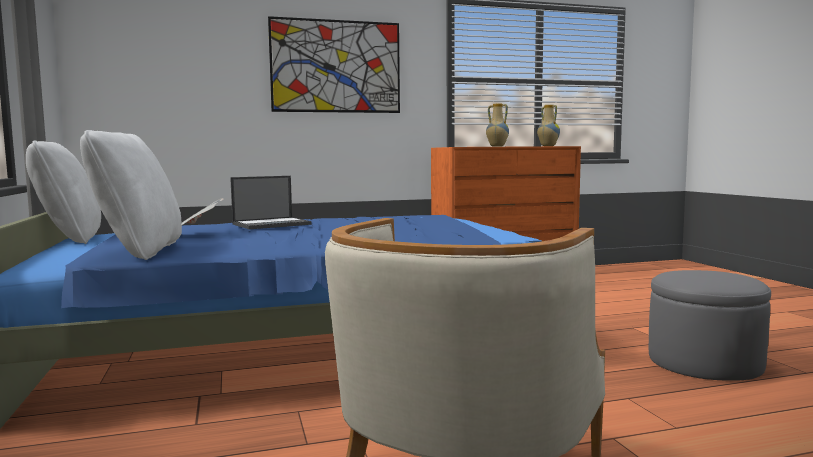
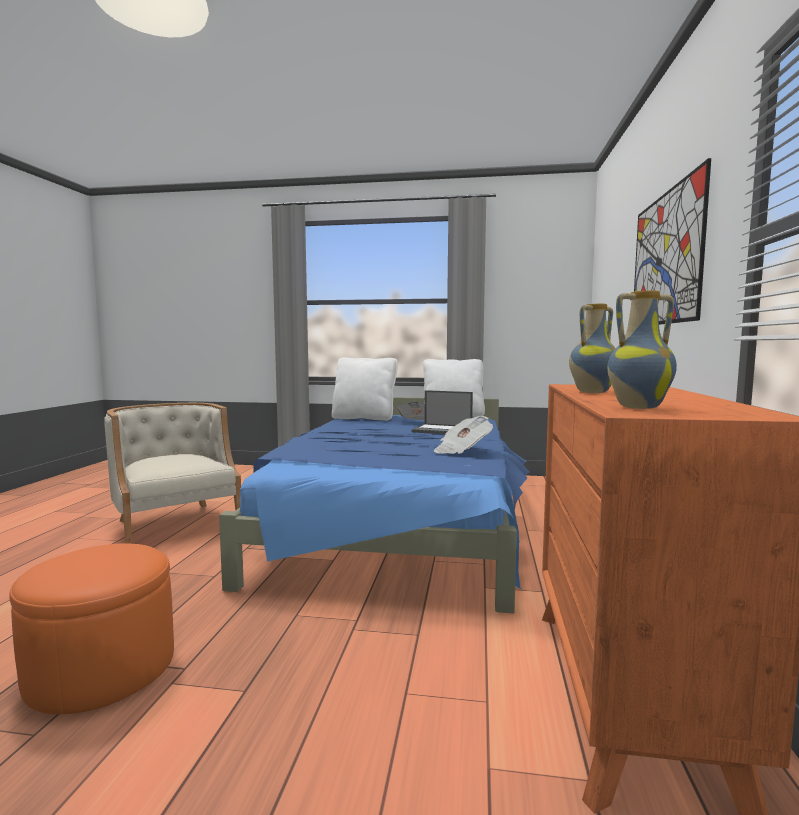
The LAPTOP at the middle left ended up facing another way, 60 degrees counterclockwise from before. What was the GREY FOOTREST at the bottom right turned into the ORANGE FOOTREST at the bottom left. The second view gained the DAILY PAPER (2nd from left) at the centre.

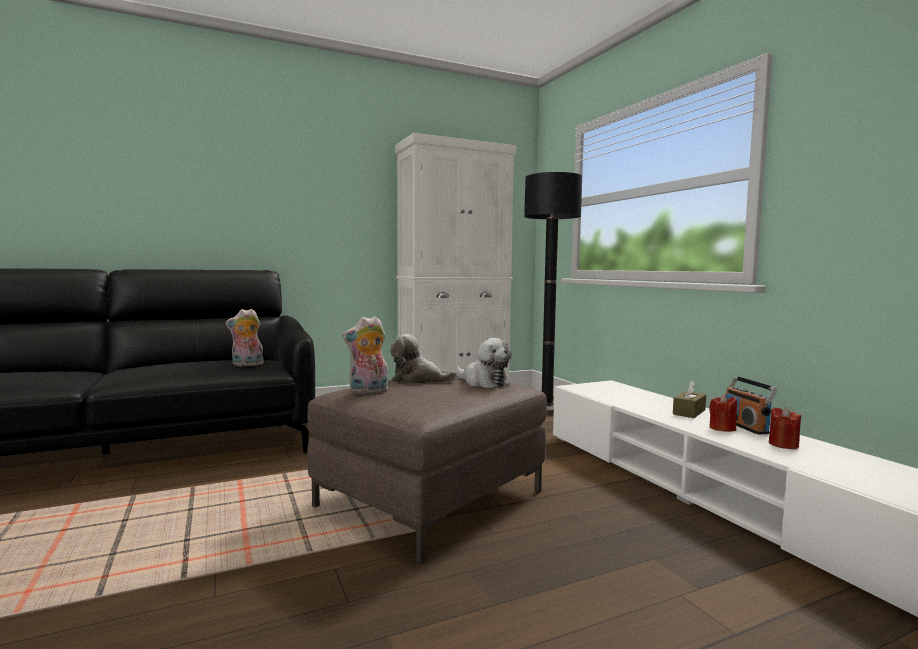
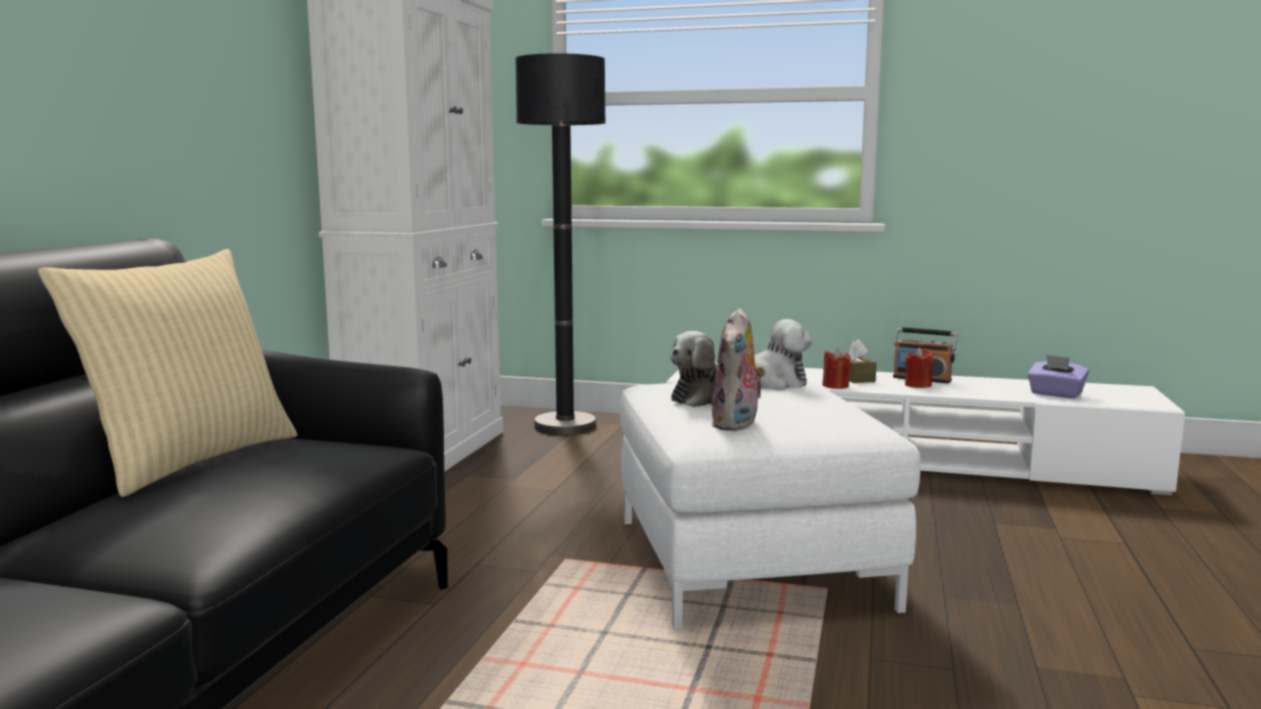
The second view lost the CUDDLY TOY (1st from left) at the middle left. What was the BROWN FOOTREST at the bottom centre turned into the WHITE-COLOURED FOOTREST at the bottom centre. The REDDISH CANDLE (2nd from left in the first image) ended up elsewhere, having gone from the middle right to the centre. The second view gained the BEIGE-COLOURED PILLOW at the middle left. The second view gained the PURPLISH BOX OF TISSUES at the middle right.

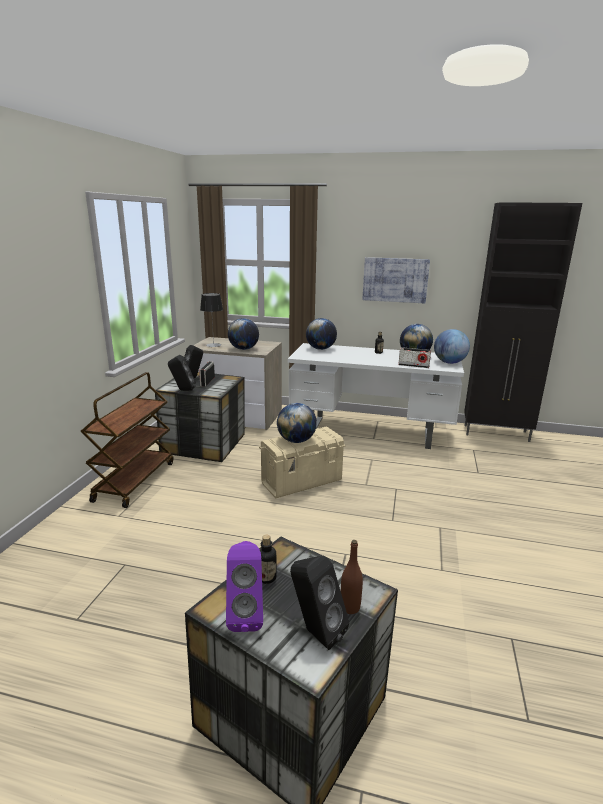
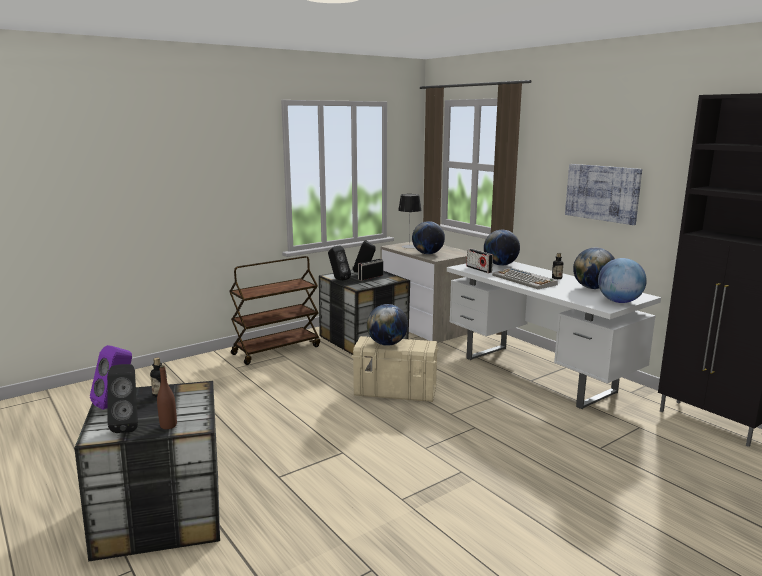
The RADIO (2nd from left) ended up elsewhere, having gone from the middle right to the centre. The second view gained the PC KEYBOARD at the middle right.

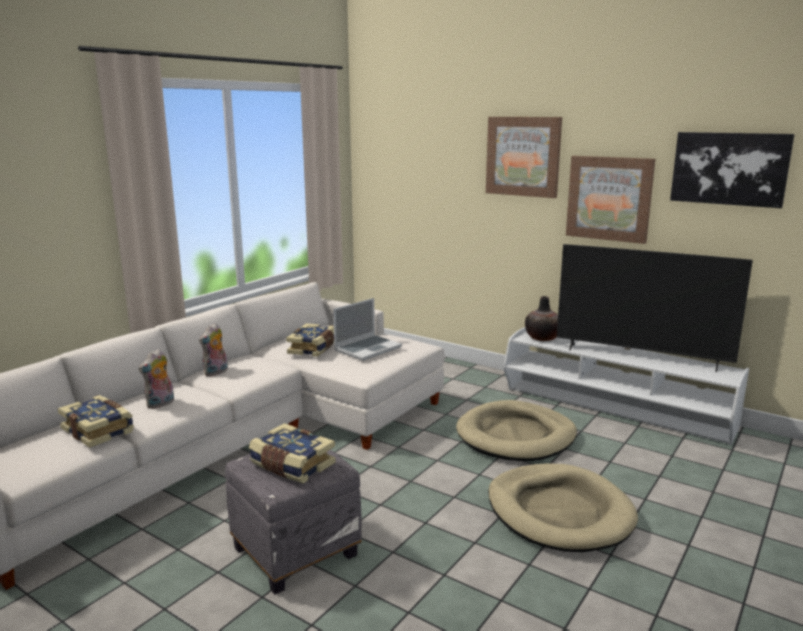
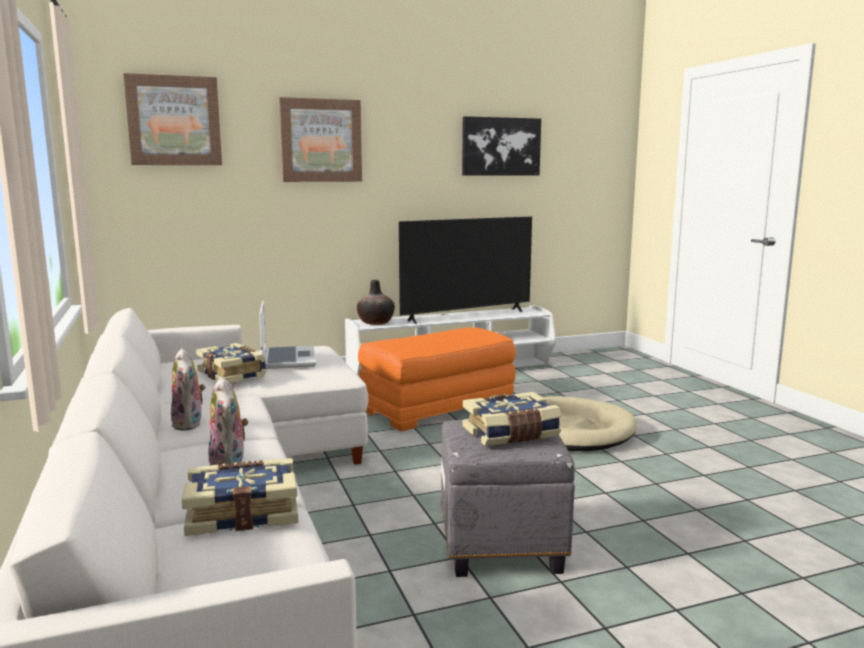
The WALL ART (2nd from left in the first image) ended up elsewhere, having gone from the top right to the top left. Where the BEIGE-COLOURED PET BED (1st from left) stood at the bottom centre, the ORANGE FOOTREST came to stand at the centre.

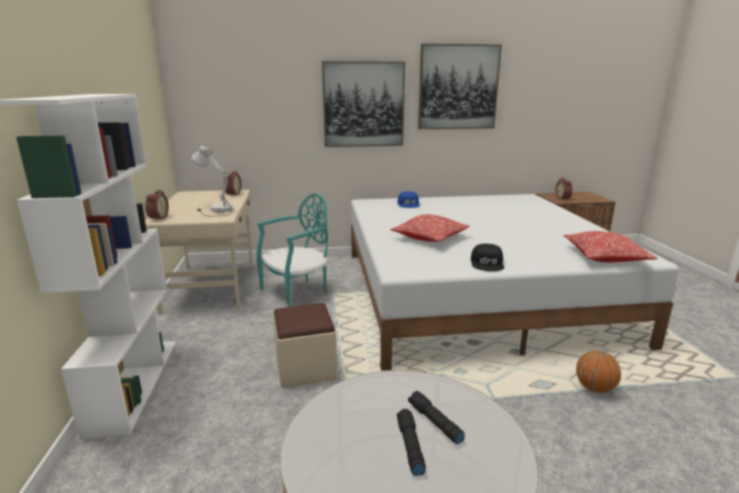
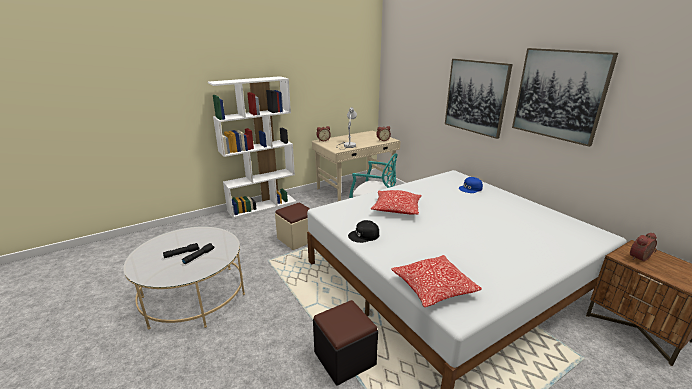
Where the BALL FOR BASKETBALL stood at the bottom right, the BLACKISH FOOTREST came to stand at the bottom centre.

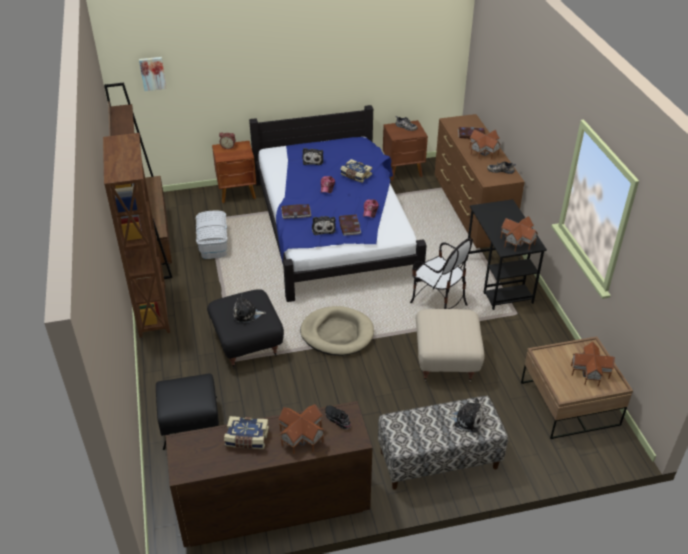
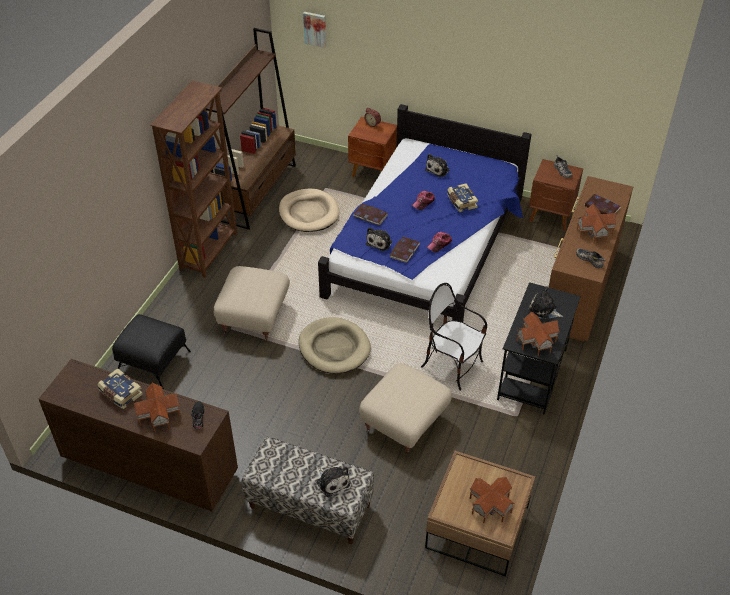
Where the WHITE-COLOURED STORAGE BOX stood at the middle left, the BEIGE-COLOURED PET BED (1st from left) came to stand at the centre. The UPRIGHT CHAIR at the centre ended up facing another way, 135 degrees clockwise from before. What was the BLACKISH FOOTREST (2nd from left) at the centre turned into the BEIGE-COLOURED FOOTREST (1st from left) at the centre. The CUDDLY TOY (1st from left in the first image) ended up elsewhere, having gone from the centre to the middle right.

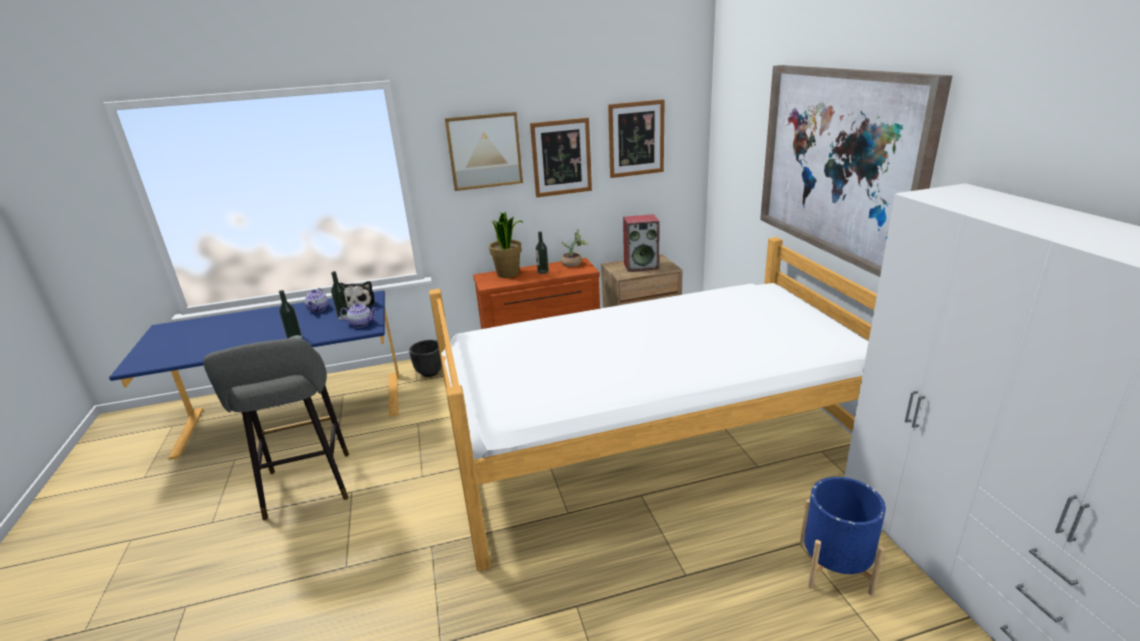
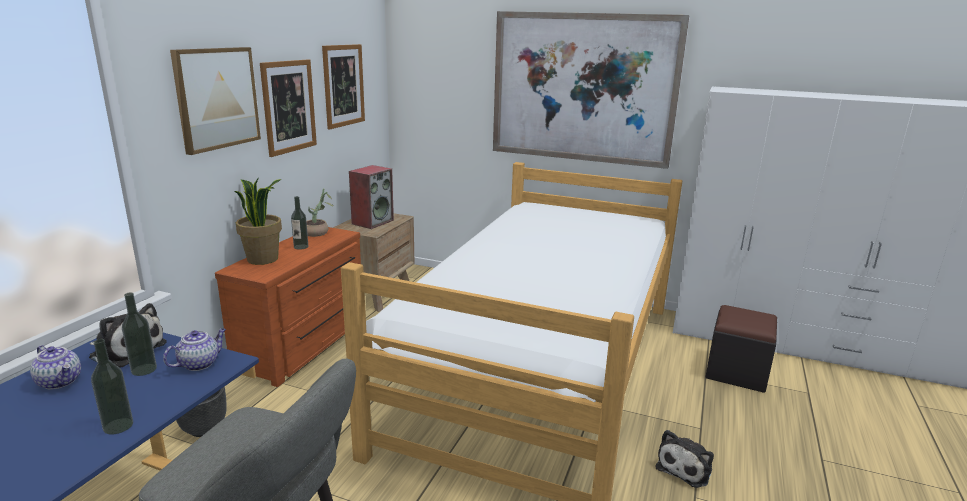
Where the BLUISH PLANT POT stood at the bottom right, the BLACKISH FOOTREST came to stand at the bottom right. The second view gained the CUDDLY TOY (2nd from left) at the bottom right.

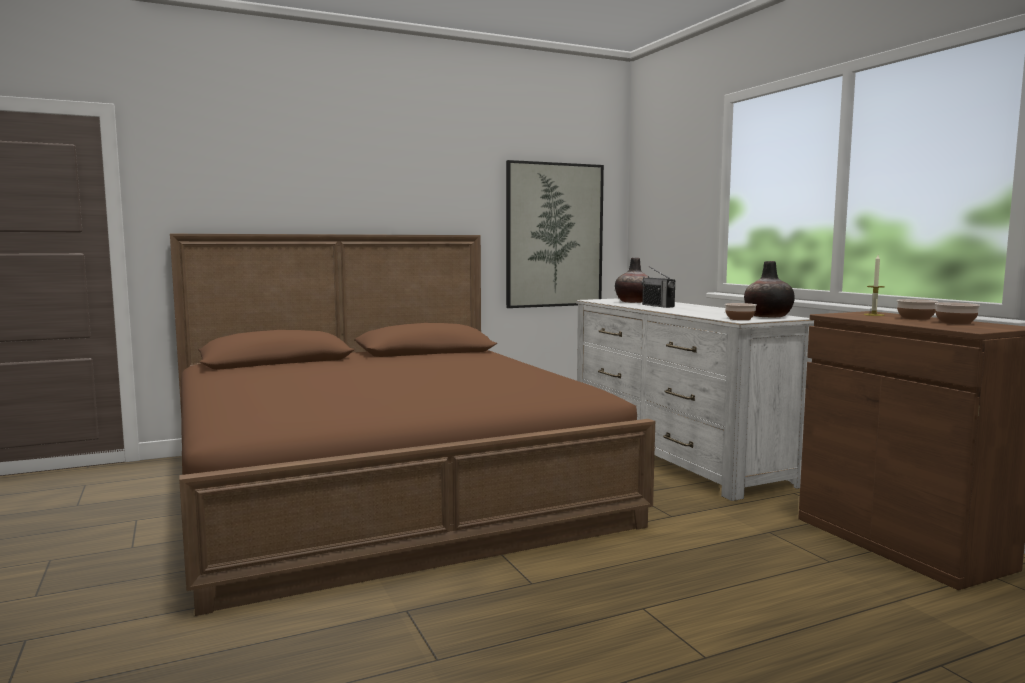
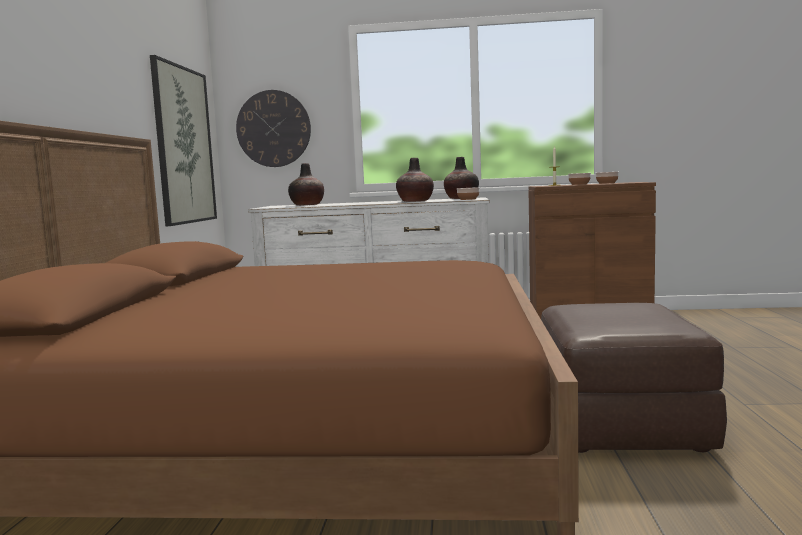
The second view lost the RADIO at the centre. The second view gained the HANGING CLOCK at the top centre. The second view gained the FLOWER VASE (2nd from left) at the centre. The second view gained the BROWN FOOTREST at the bottom right.

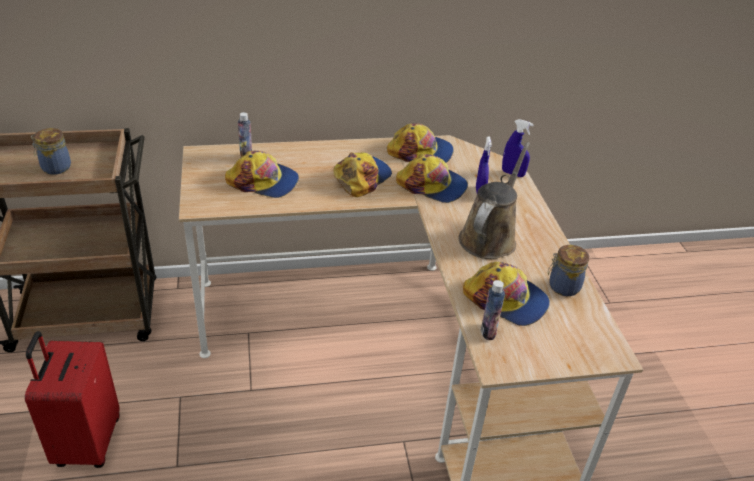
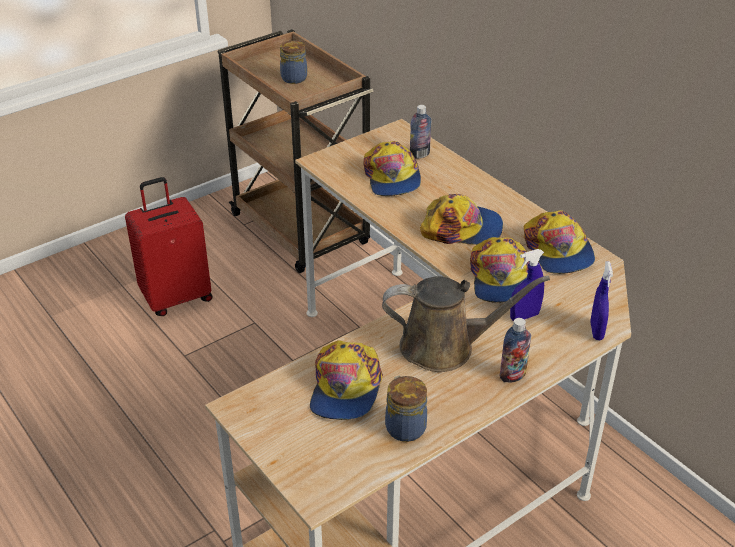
The BEVERAGE BOTTLE (2nd from left) ended up elsewhere, having gone from the centre to the middle right.

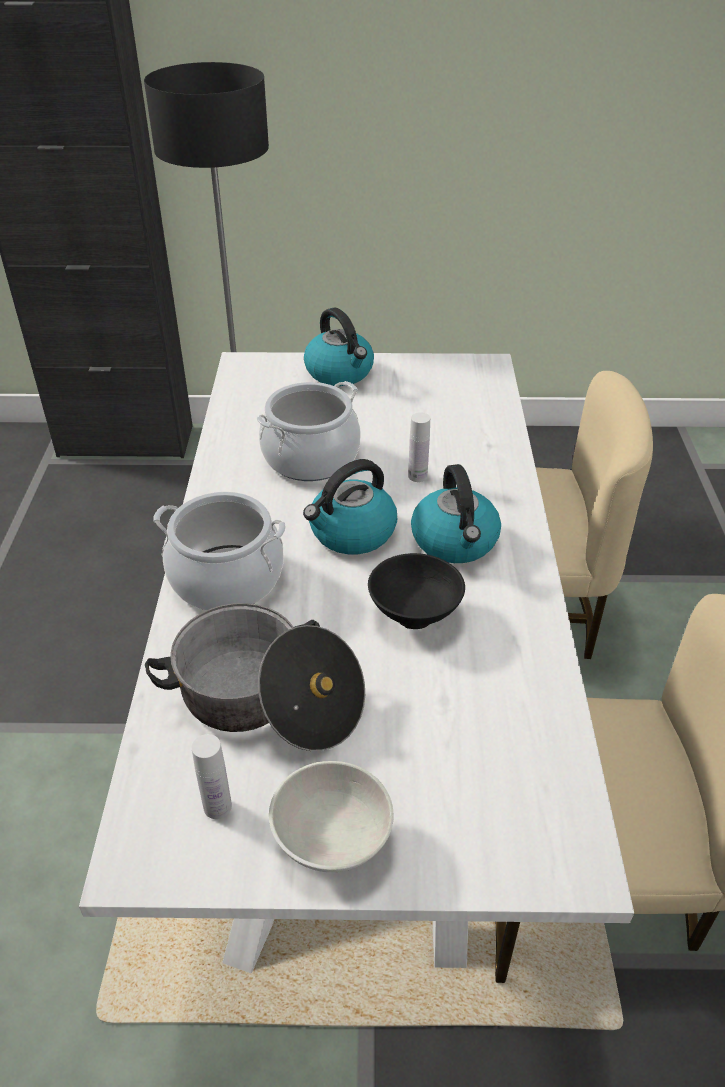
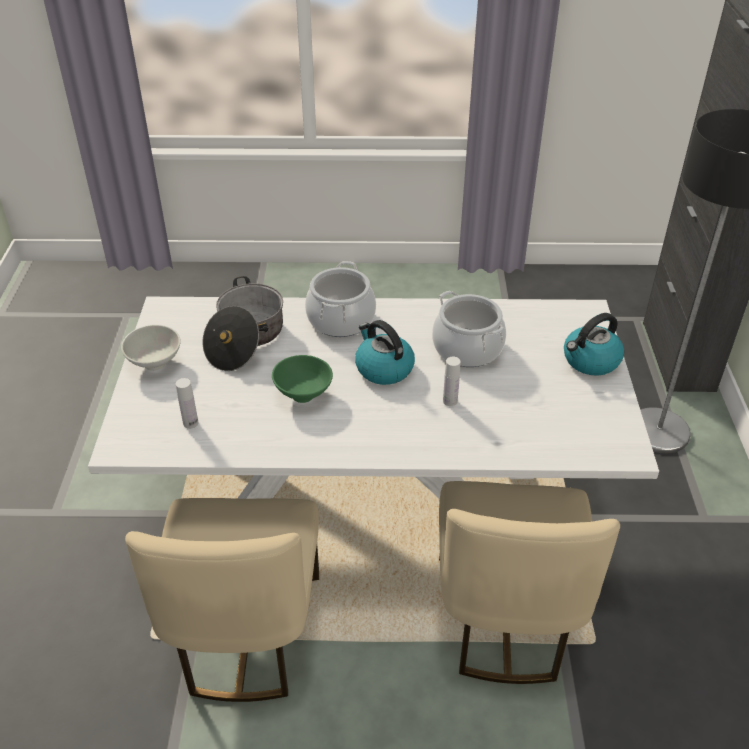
The second view lost the WATER KETTLE (3rd from left) at the centre. What was the BLACKISH SERVING BOWL at the centre turned into the GREEN SERVING BOWL at the centre. The WHITE-COLOURED BEVERAGE BOTTLE (1st from left) ended up elsewhere, having gone from the bottom left to the middle left.

